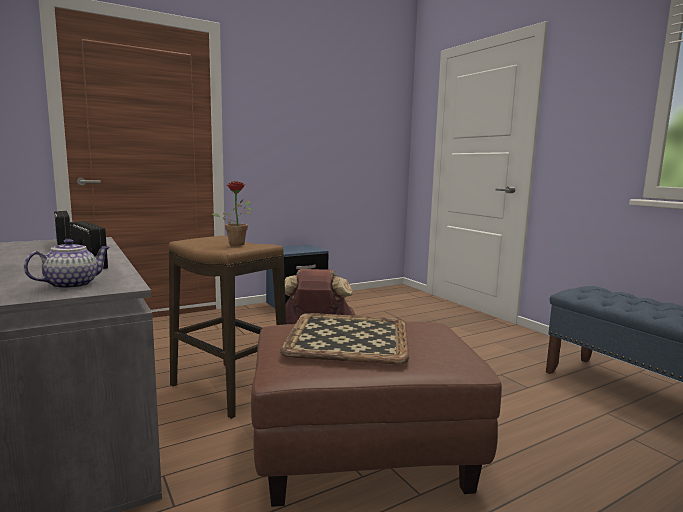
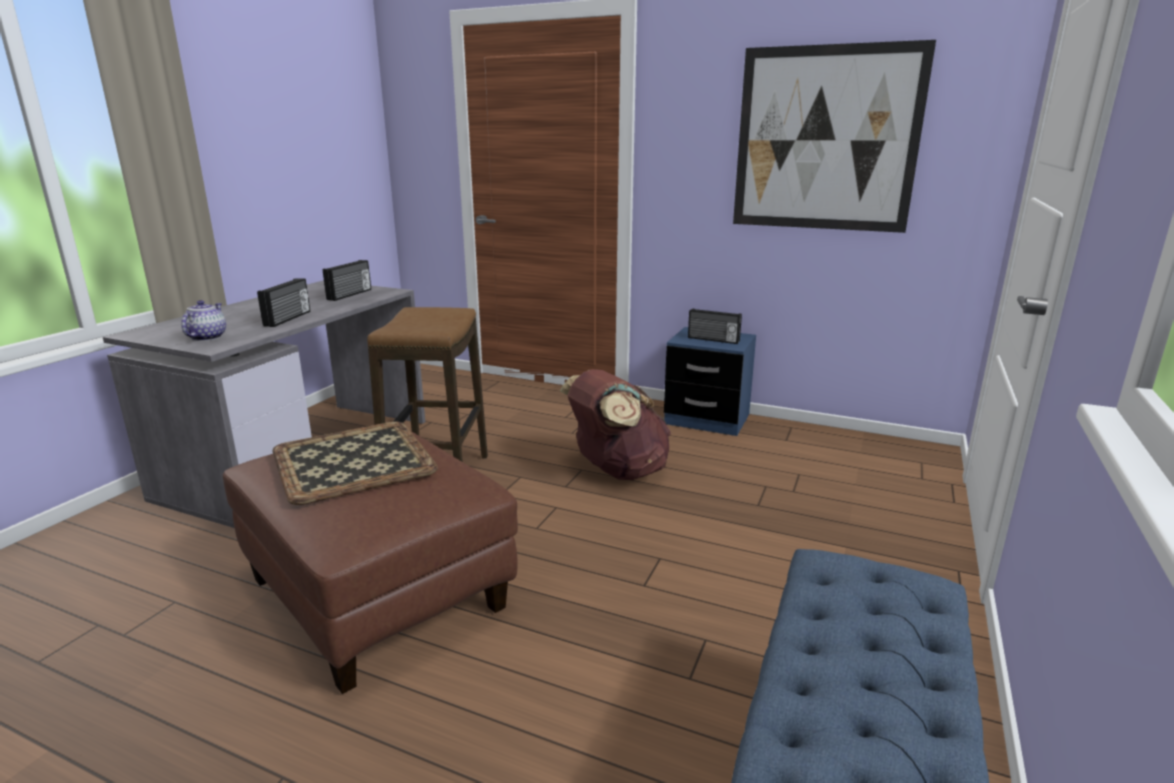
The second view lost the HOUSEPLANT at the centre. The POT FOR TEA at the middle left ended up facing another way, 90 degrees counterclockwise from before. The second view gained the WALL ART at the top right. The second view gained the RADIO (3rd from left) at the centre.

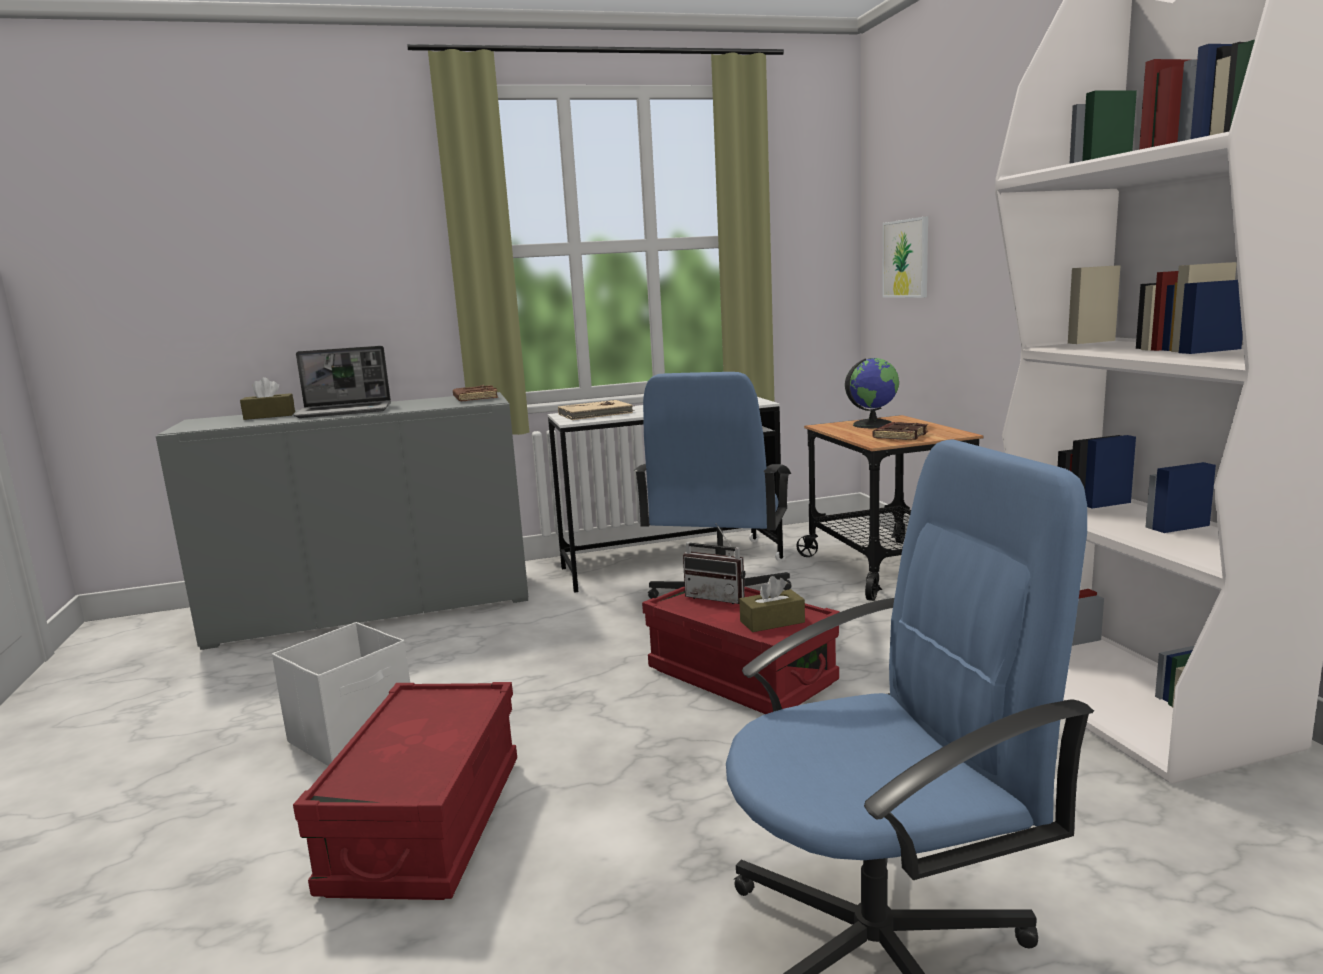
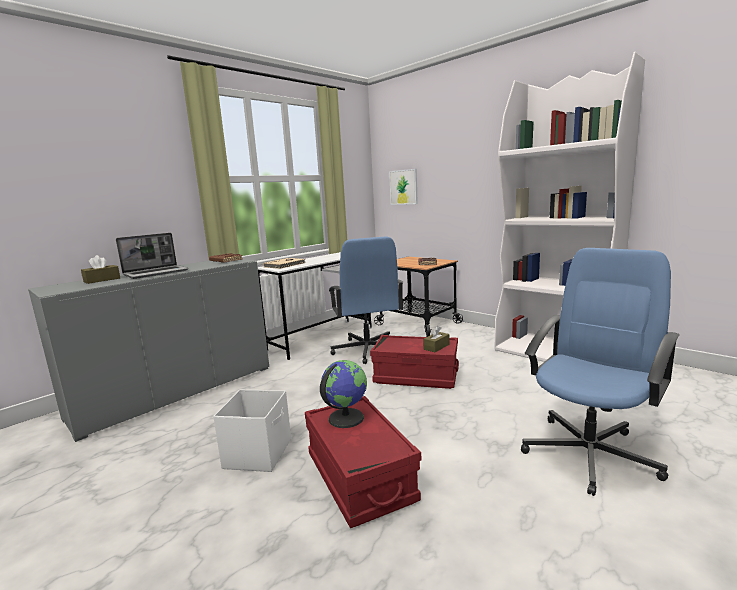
The GLOBE ended up elsewhere, having gone from the centre to the bottom centre. The second view lost the RADIO at the centre.

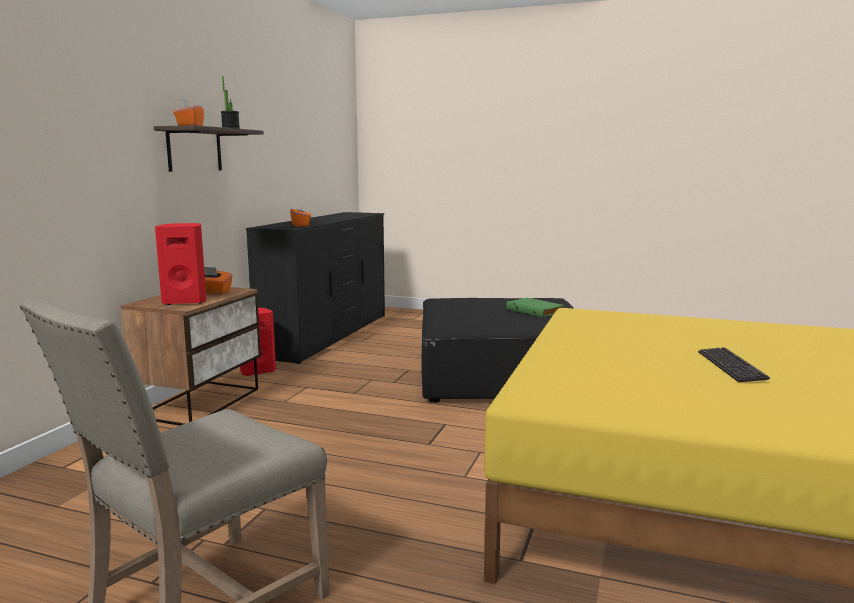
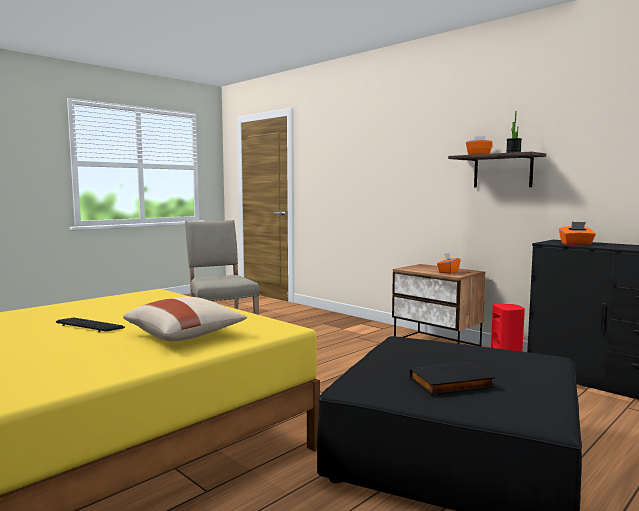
The second view lost the REDDISH LOUDSPEAKER (1st from left) at the middle left. What was the GREEN BOOK at the centre turned into the BLACKISH BOOK at the bottom right. The second view gained the BEIGE-COLOURED PILLOW at the middle left.

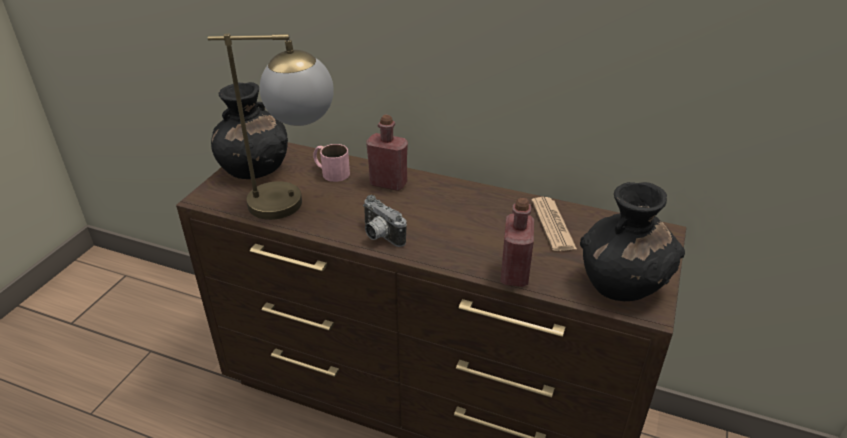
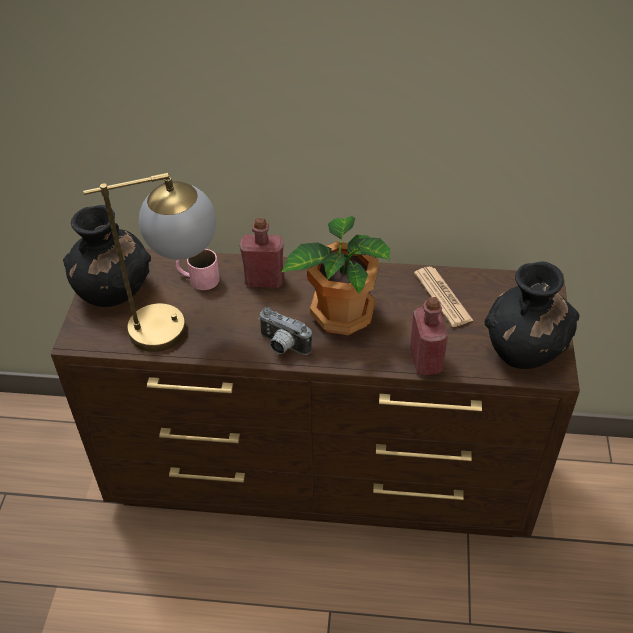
The second view gained the HOUSEPLANT at the centre.

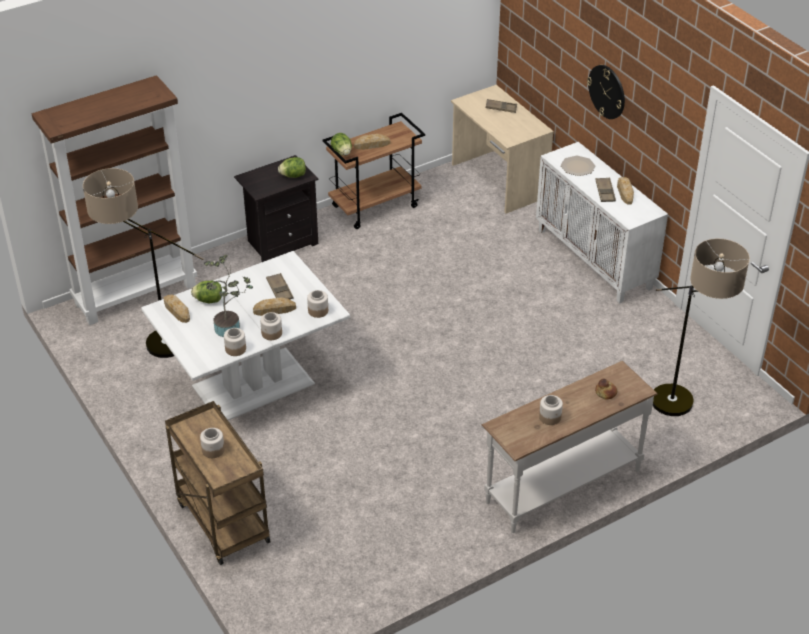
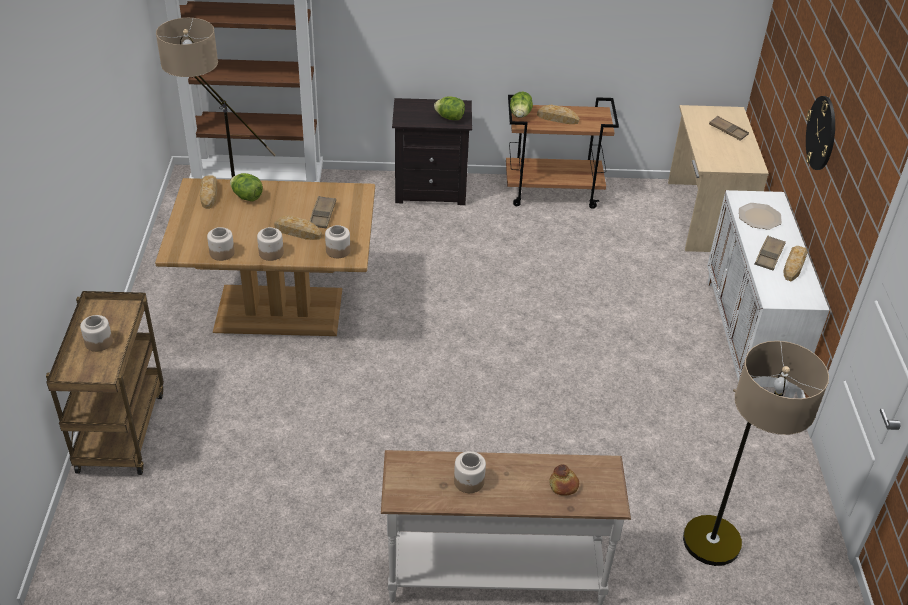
What was the WHITE-COLOURED DINNER TABLE at the middle left turned into the BROWN DINNER TABLE at the middle left. The second view lost the HOUSEPLANT at the middle left.

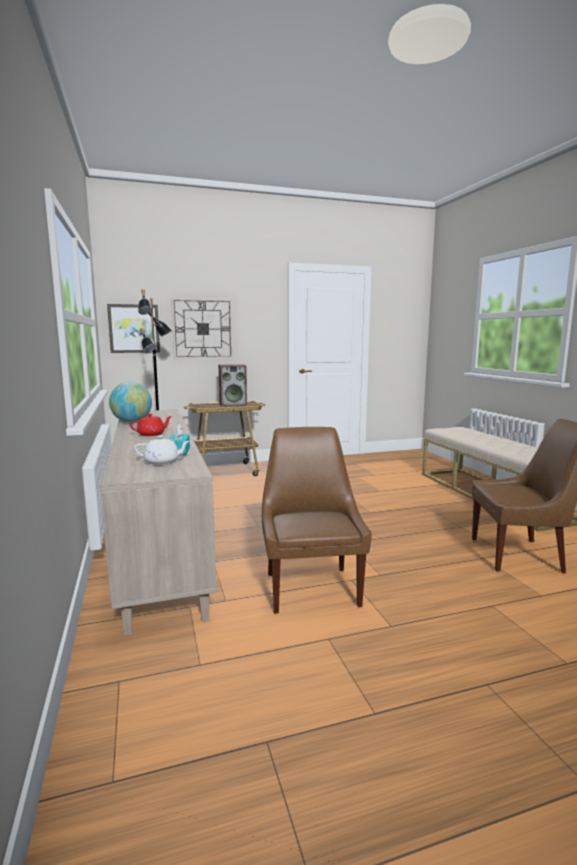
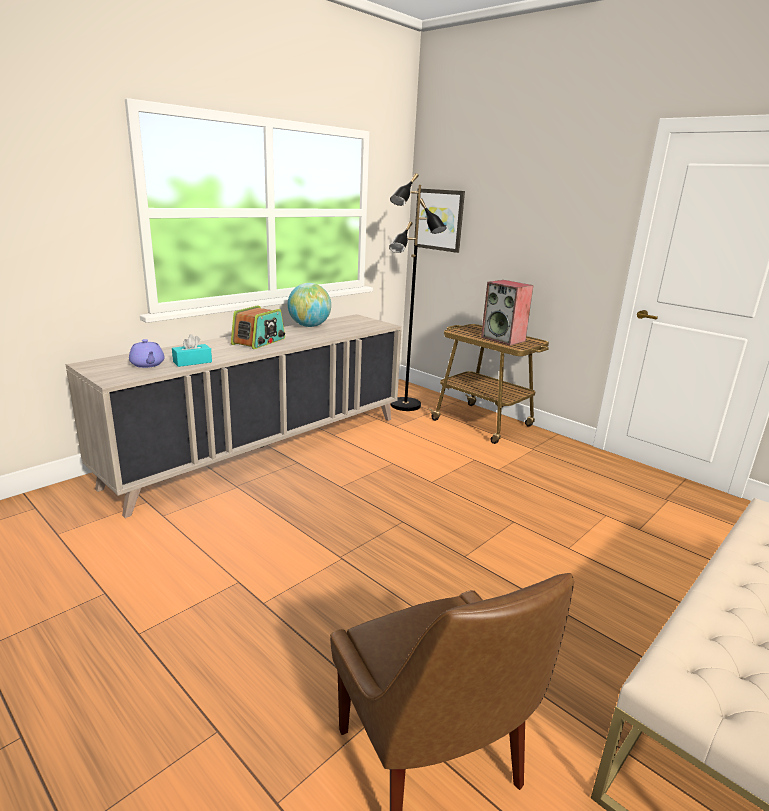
The second view lost the HANGING CLOCK at the centre. Where the REDDISH POT FOR TEA stood at the middle left, the RADIO came to stand at the centre. The second view lost the BROWN UPRIGHT CHAIR (1st from left) at the centre. What was the WHITE-COLOURED POT FOR TEA at the middle left turned into the PURPLISH POT FOR TEA at the middle left.

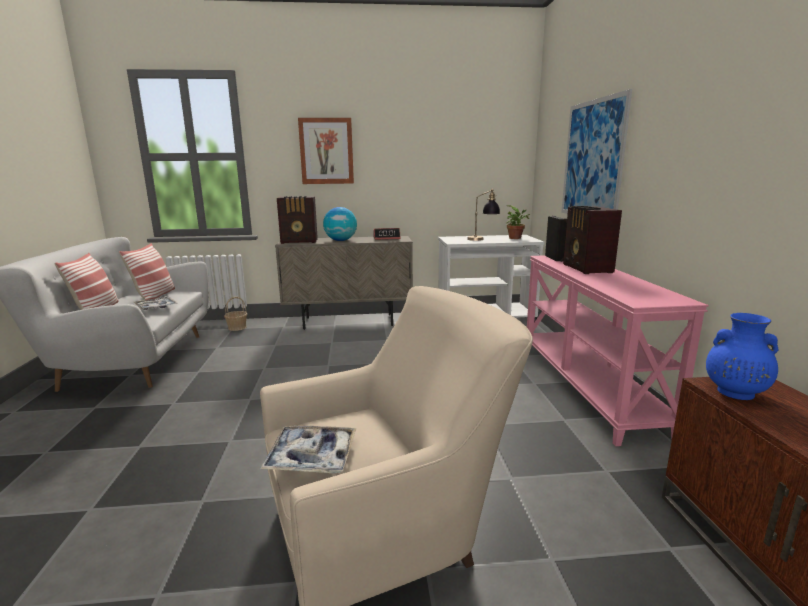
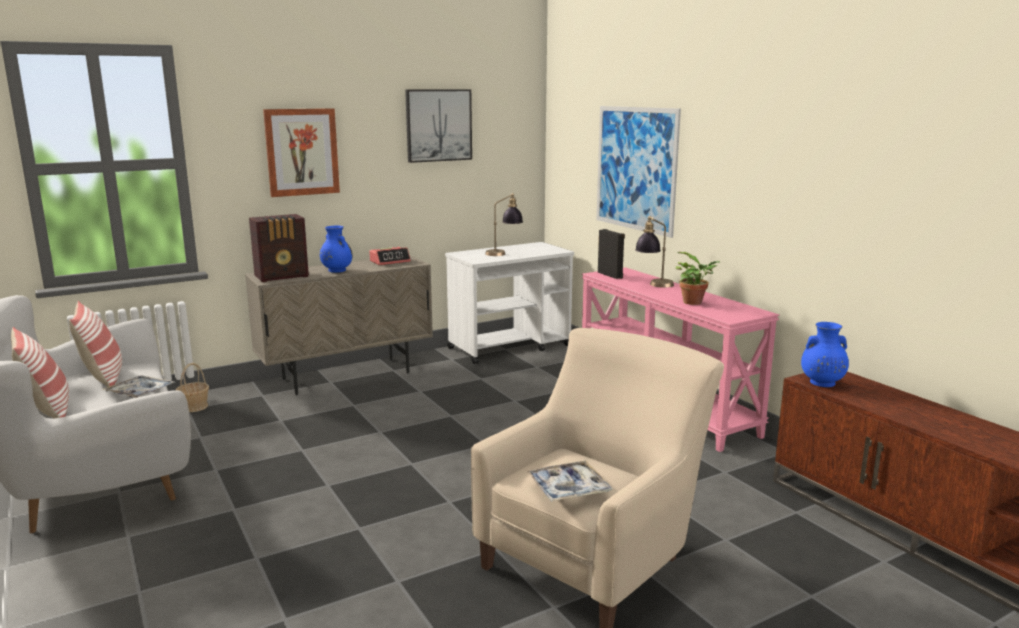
The HOUSEPLANT ended up elsewhere, having gone from the centre to the middle right. Where the RADIO (2nd from left) stood at the middle right, the TABLETOP LAMP (2nd from left) came to stand at the centre. Where the GLOBE stood at the centre, the BLUISH FLOWER VASE (1st from left) came to stand at the middle left. The second view gained the WALL ART (2nd from left) at the top centre.

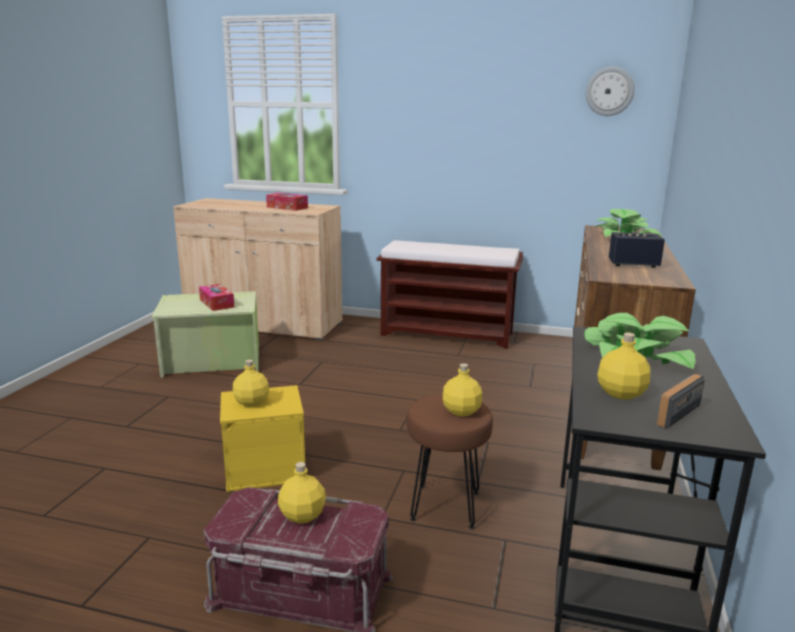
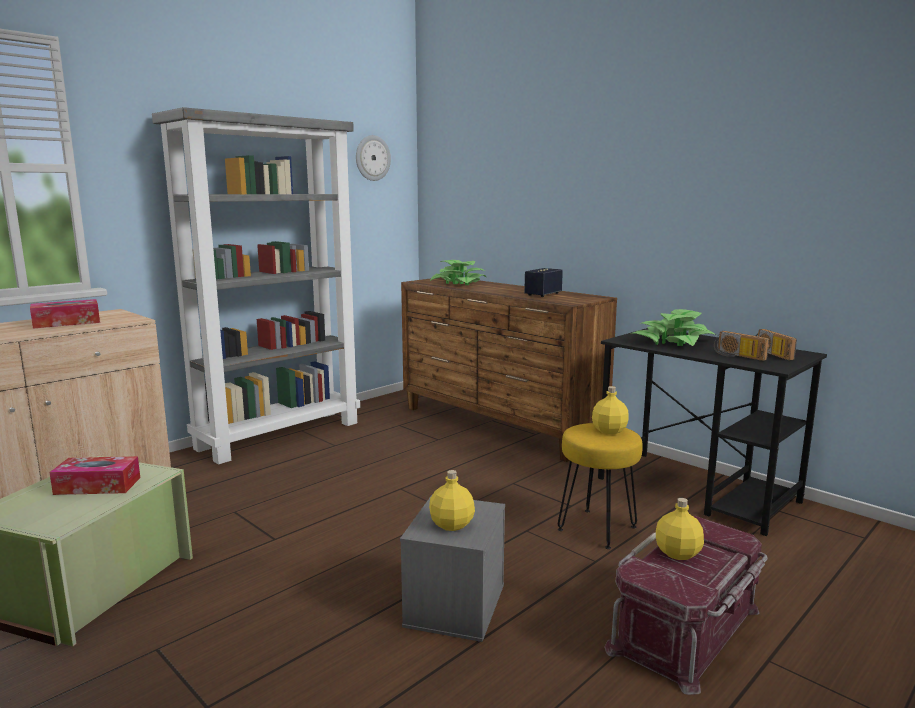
Where the BROWN LONG SEAT stood at the centre, the GREY BOOKSHELF came to stand at the middle left. Where the YELLOWISH BEVERAGE BOTTLE (4th from left) stood at the middle right, the RADIO (1st from left) came to stand at the middle right. What was the YELLOWISH STORAGE BOX at the bottom left turned into the GREY STORAGE BOX at the bottom centre. What was the BROWN STOOL SEAT at the bottom centre turned into the YELLOWISH STOOL SEAT at the bottom centre.

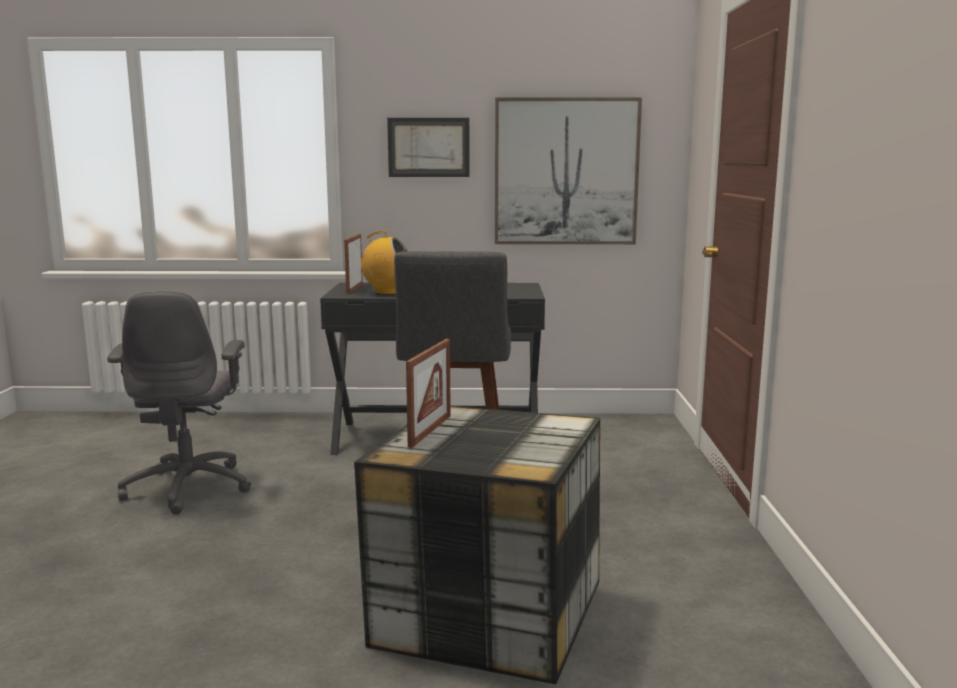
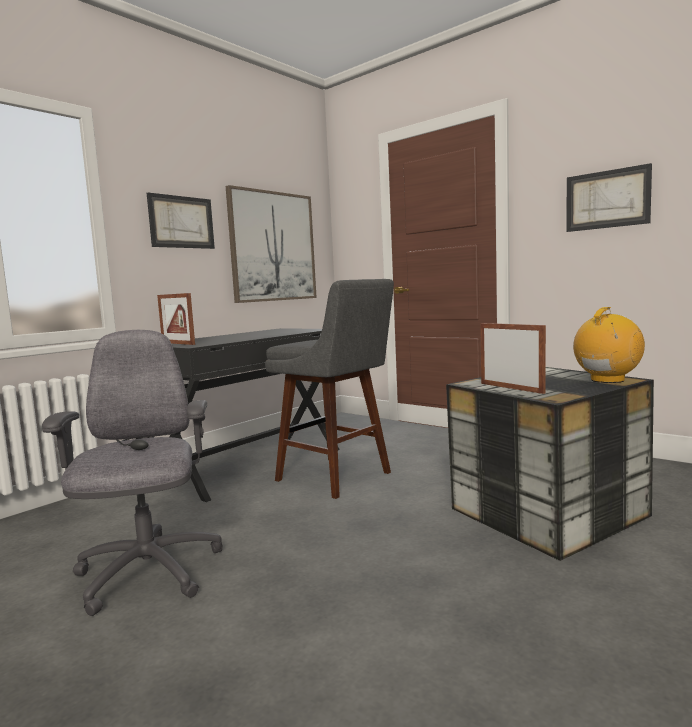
The RADIO ended up elsewhere, having gone from the centre to the middle right. The GREY DESK CHAIR at the middle left ended up facing another way, 135 degrees counterclockwise from before. The second view gained the WALL ART (3rd from left) at the top right.

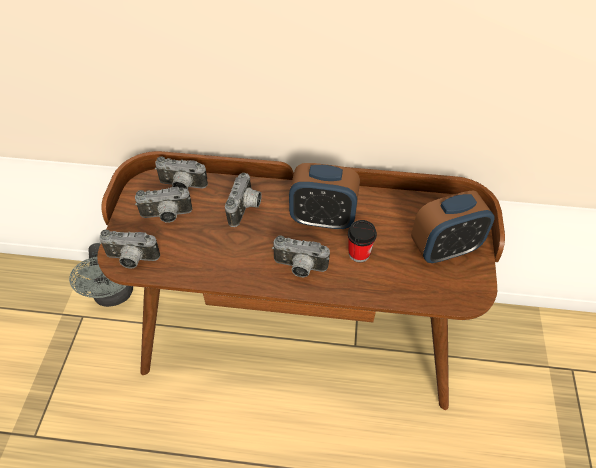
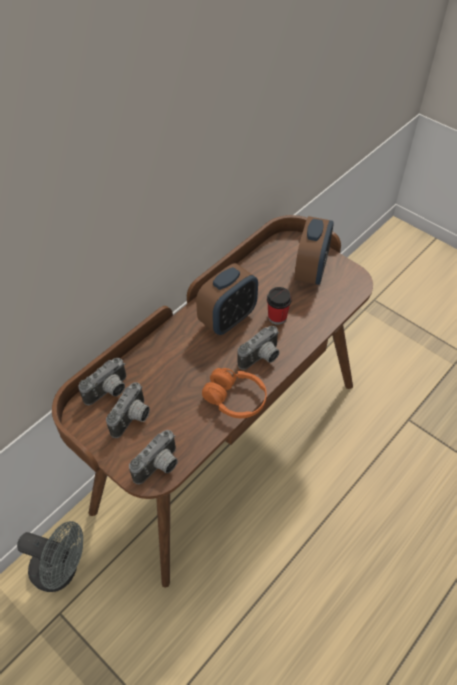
The second view lost the PHOTO CAMERA (4th from left) at the centre. The second view gained the ORANGE PAIR OF HEADPHONES at the centre.

